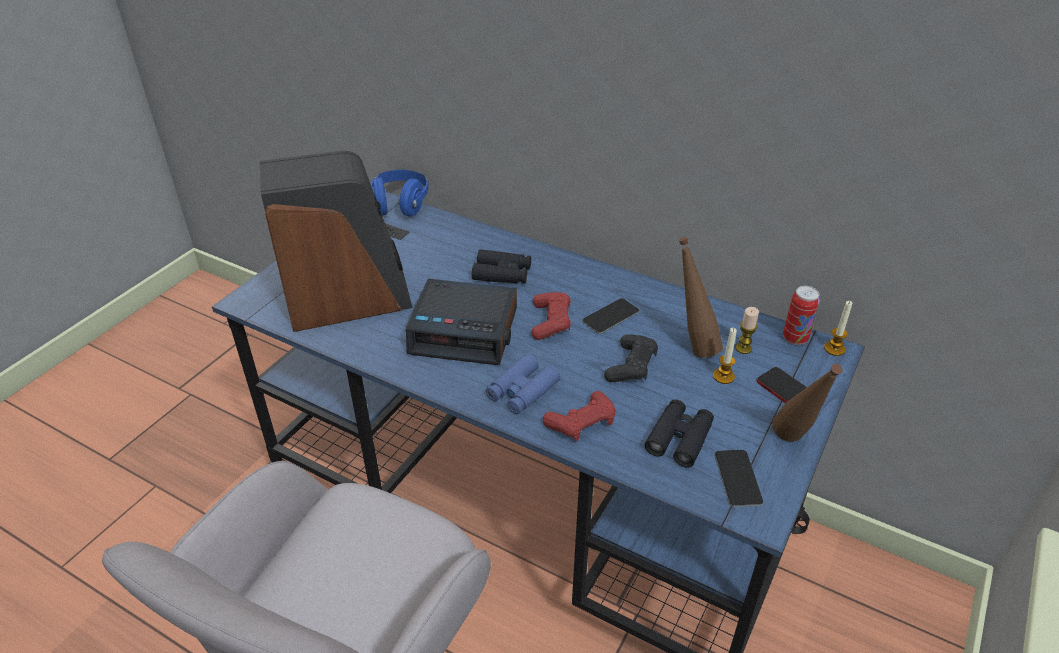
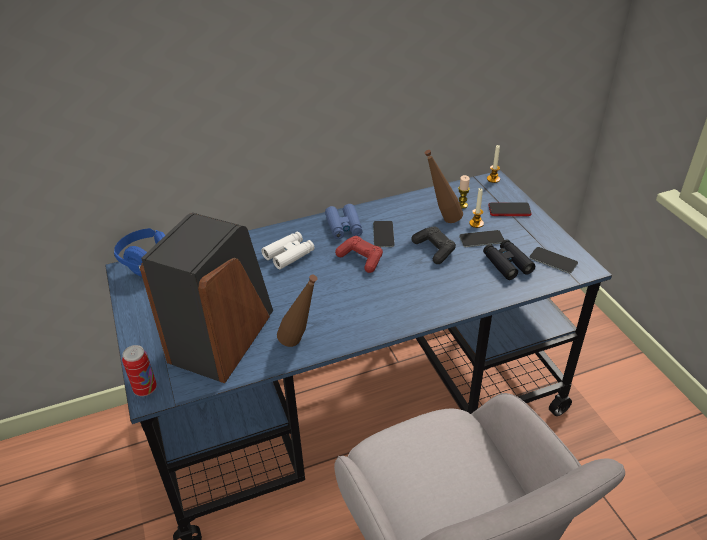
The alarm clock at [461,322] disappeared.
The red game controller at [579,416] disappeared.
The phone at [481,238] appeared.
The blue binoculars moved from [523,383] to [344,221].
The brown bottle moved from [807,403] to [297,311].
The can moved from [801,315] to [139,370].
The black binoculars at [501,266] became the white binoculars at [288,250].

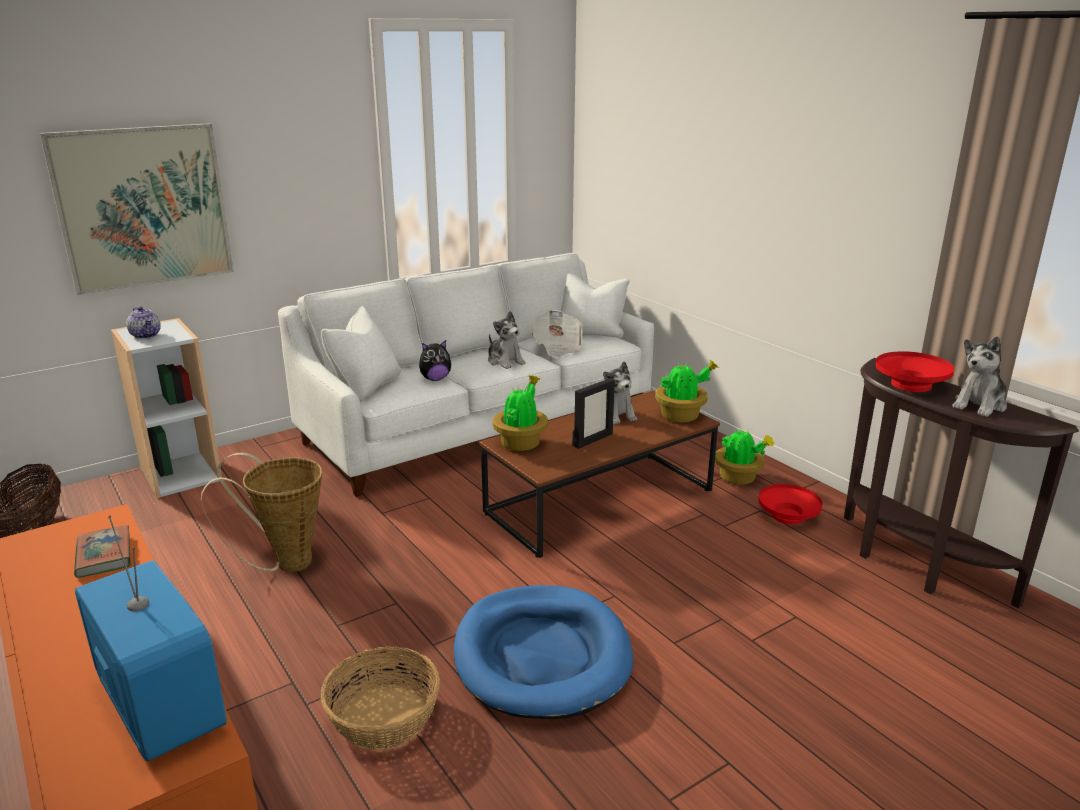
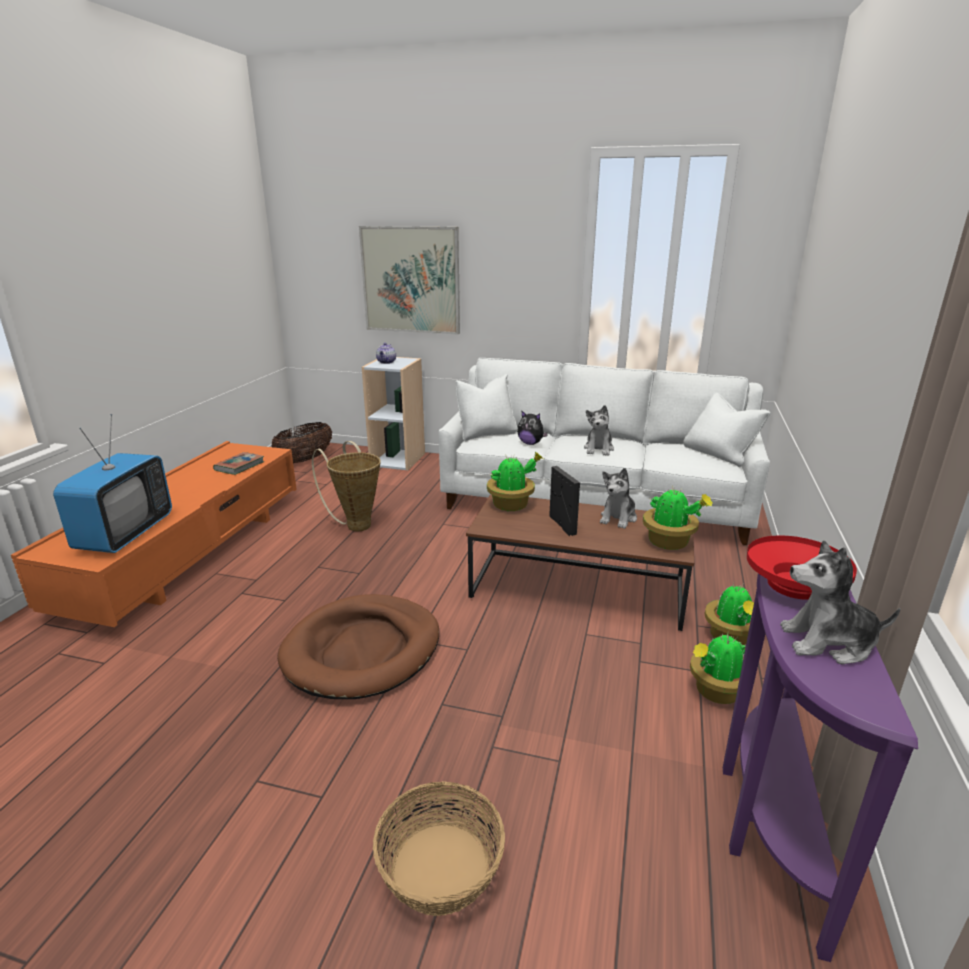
The newspaper at [557,333] disappeared.
The basket moved from [380,698] to [439,848].
The red bowl at [790,504] was replaced by the potted plant at [718,668].
The blue dog bed at [543,652] became the brown dog bed at [358,646].
The brown console table at [961,483] became the purple console table at [820,768].
The picture frame at [593,413] turned 120 degrees counterclockwise.

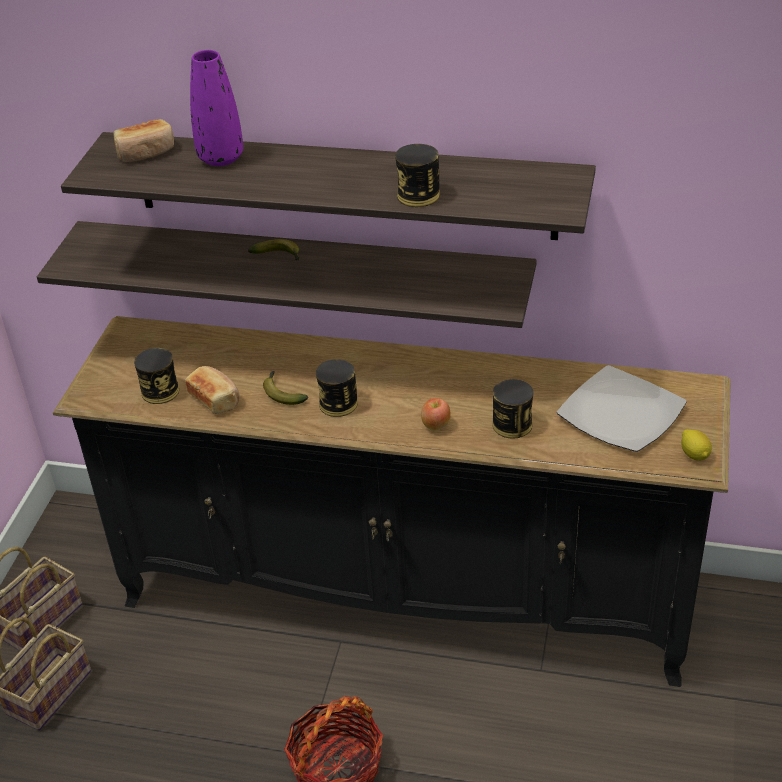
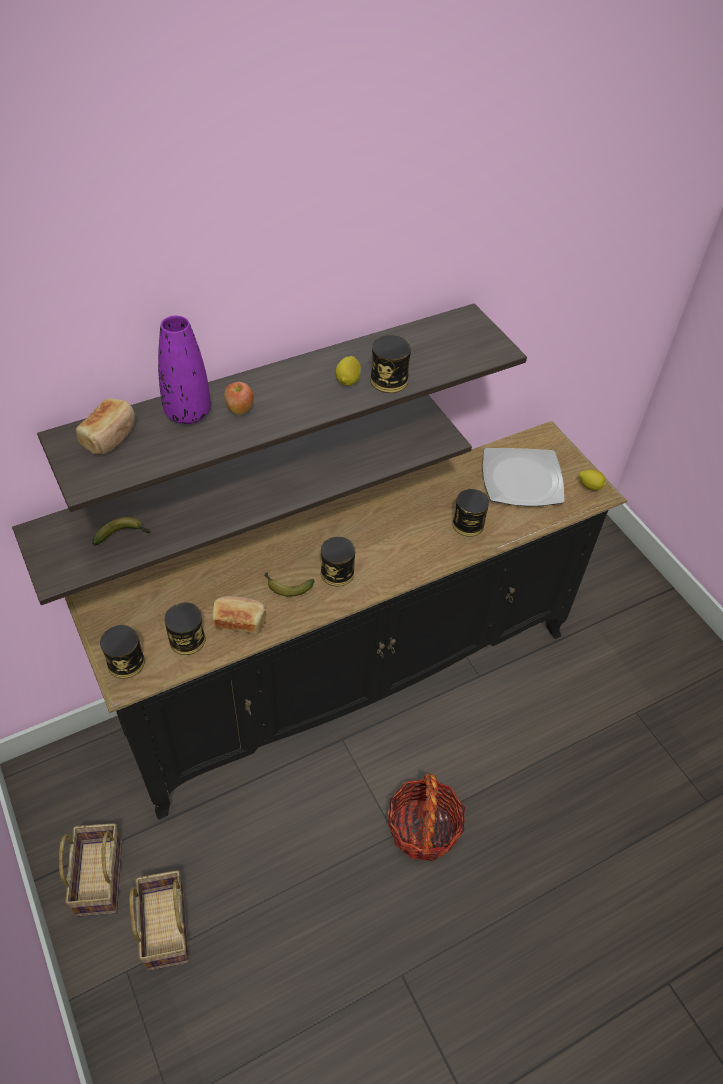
The can at [122,652] appeared.
The lemon at [348,371] appeared.
The banana moved from [273,249] to [121,531].
The apple moved from [436,414] to [239,398].

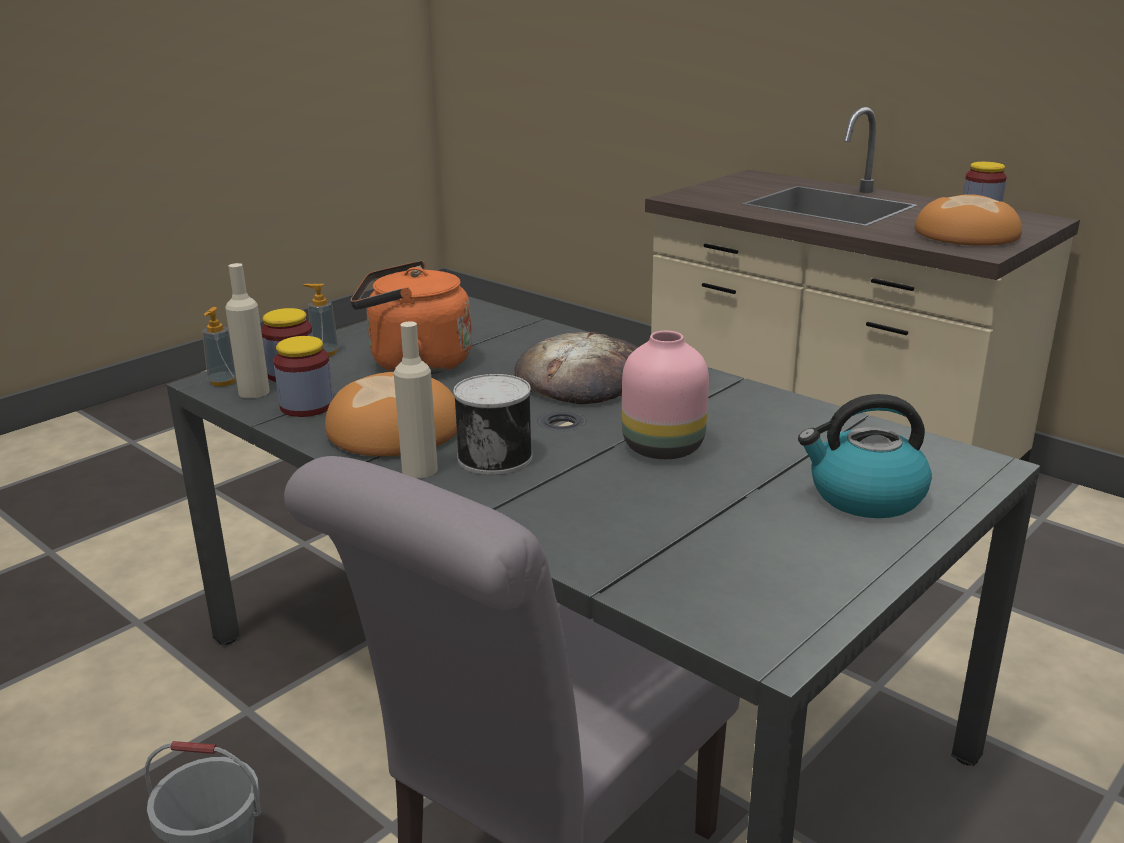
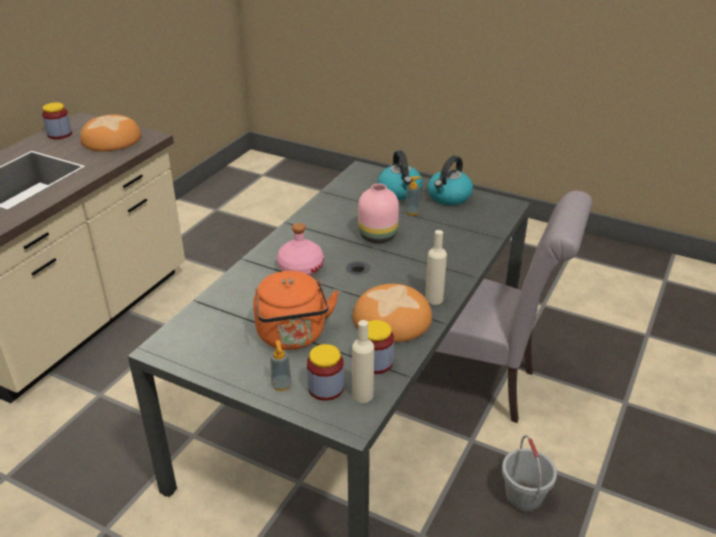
The can at [492,424] disappeared.
The kettle at [450,180] appeared.
The soap dispenser moved from [219,346] to [413,196].
The bread at [576,368] was replaced by the pink bottle at [300,249].

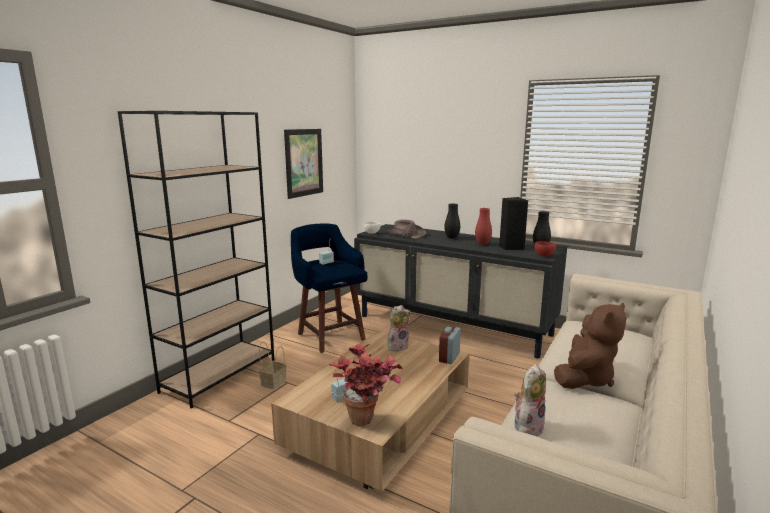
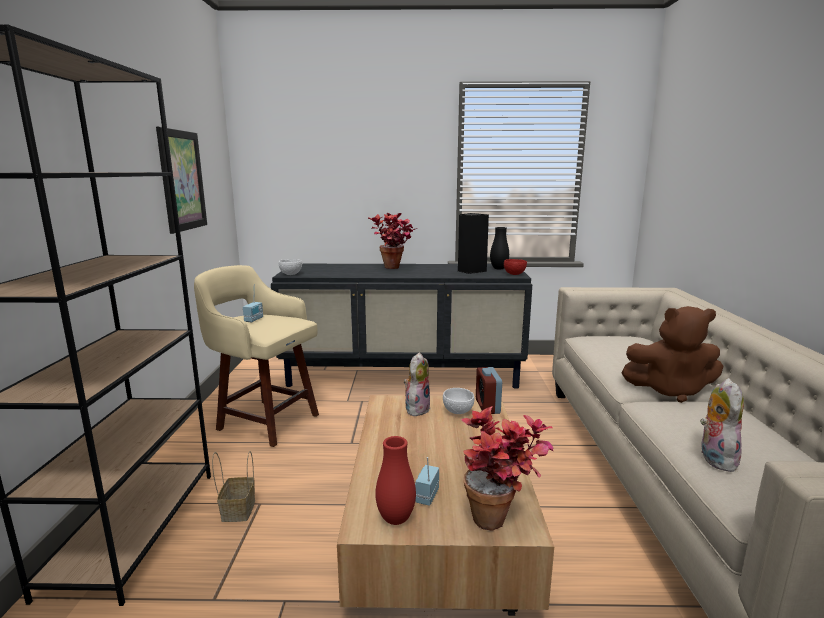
The brown hat at [405,229] disappeared.
The white bowl at [458,401] appeared.
The red vase moved from [483,226] to [395,480].
The black vase at [452,221] was replaced by the potted plant at [391,241].
The blue stool at [329,288] became the beige stool at [256,356].
The brown plush toy at [590,346] turned 90 degrees clockwise.

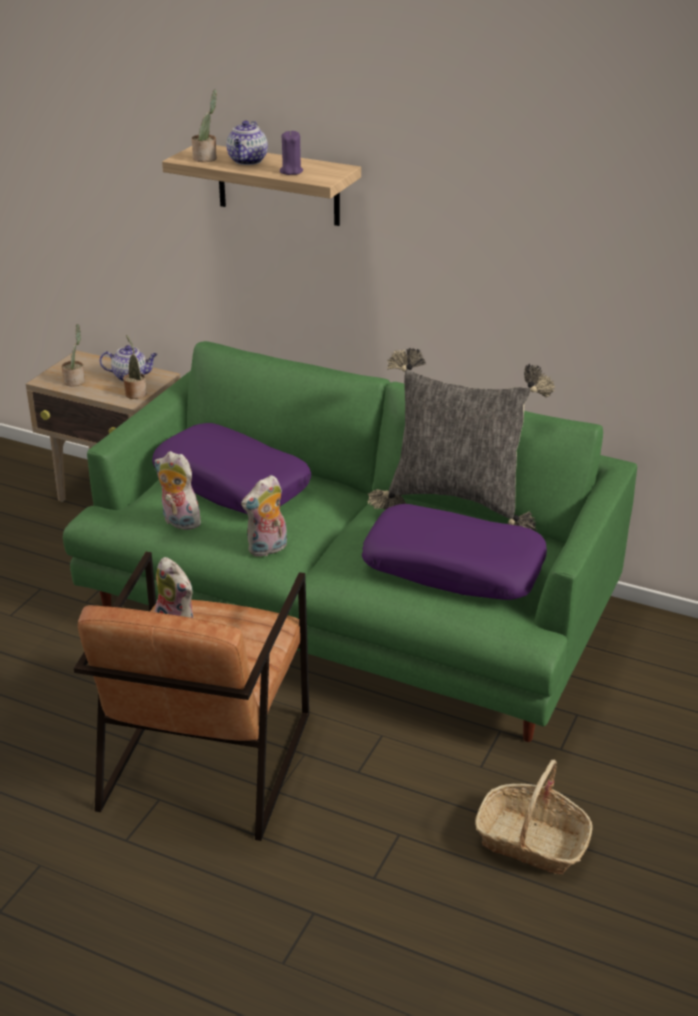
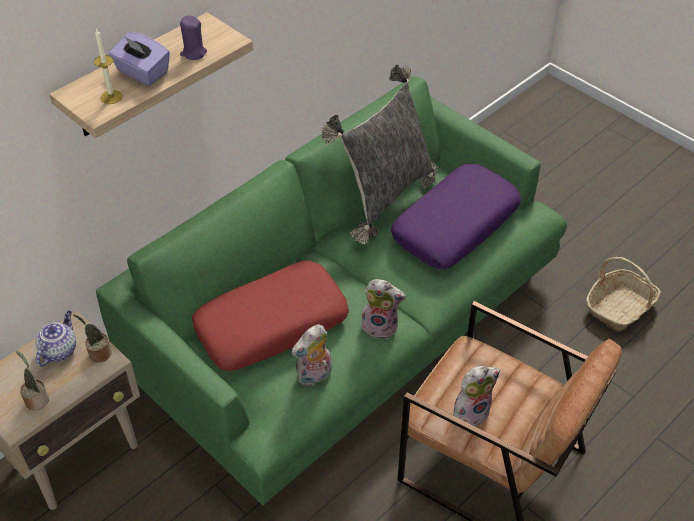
The potted plant at [204,125] was replaced by the candle at [108,66].
The teapot at [247,143] was replaced by the purple tissue box at [139,59].
The purple pillow at [231,468] became the red pillow at [270,315].
The plush toy at [264,516] turned 60 degrees counterclockwise.

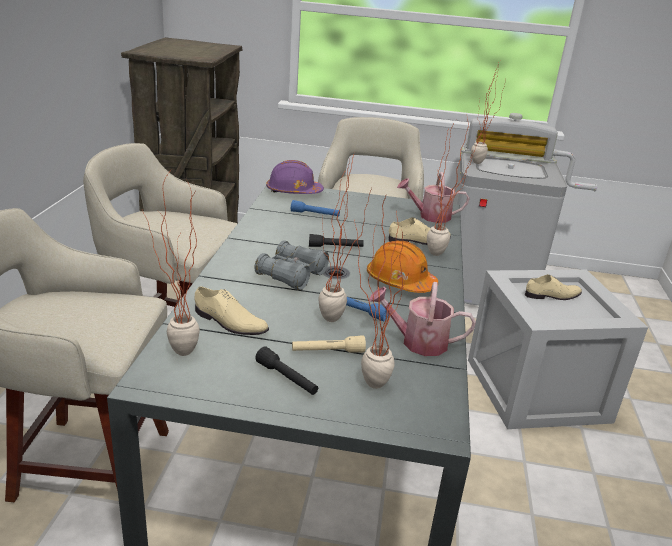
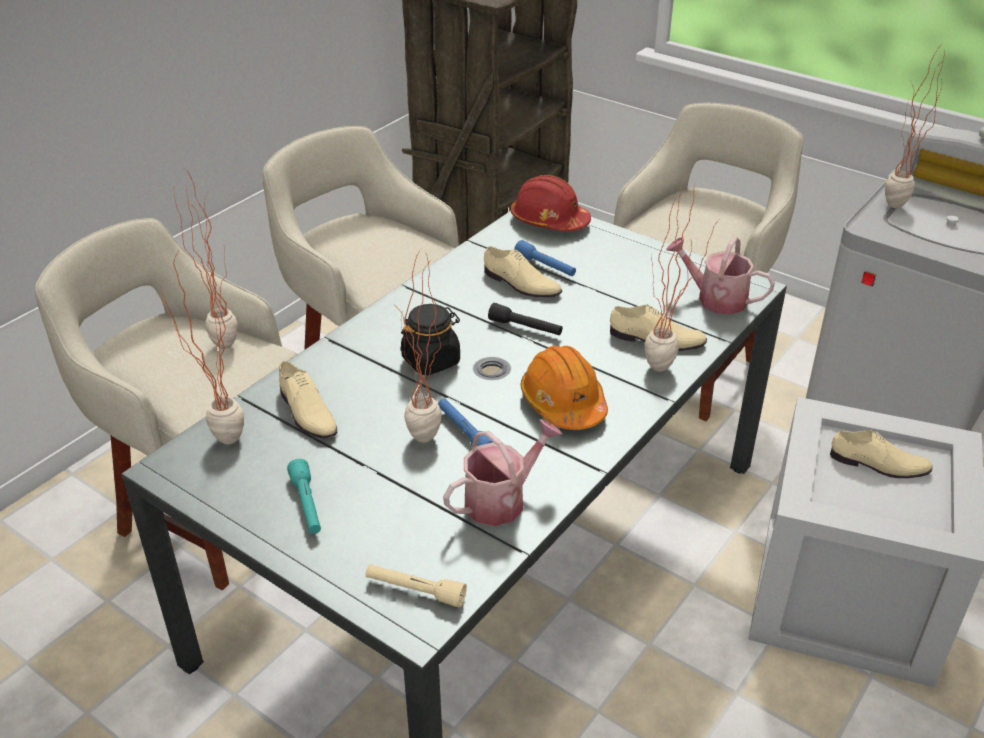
The beige shoe at [523,271] appeared.
The beige flashlight moved from [329,344] to [416,586].
The potted plant moved from [382,292] to [206,259].
The grey binoculars at [291,265] was replaced by the black jar at [430,340].
The black flashlight at [286,371] became the turquoise flashlight at [304,496].
The purple hard hat at [295,177] became the red hard hat at [551,203].
The watering can at [422,319] turned 105 degrees clockwise.

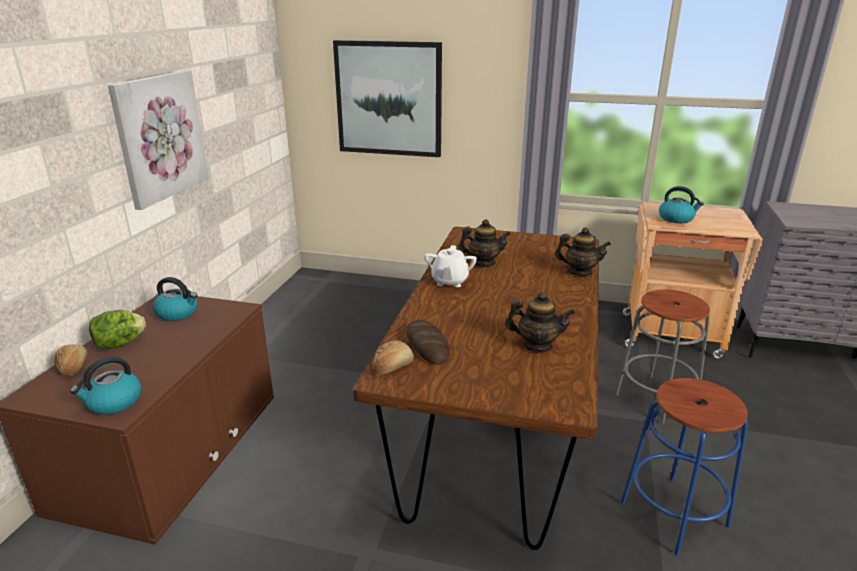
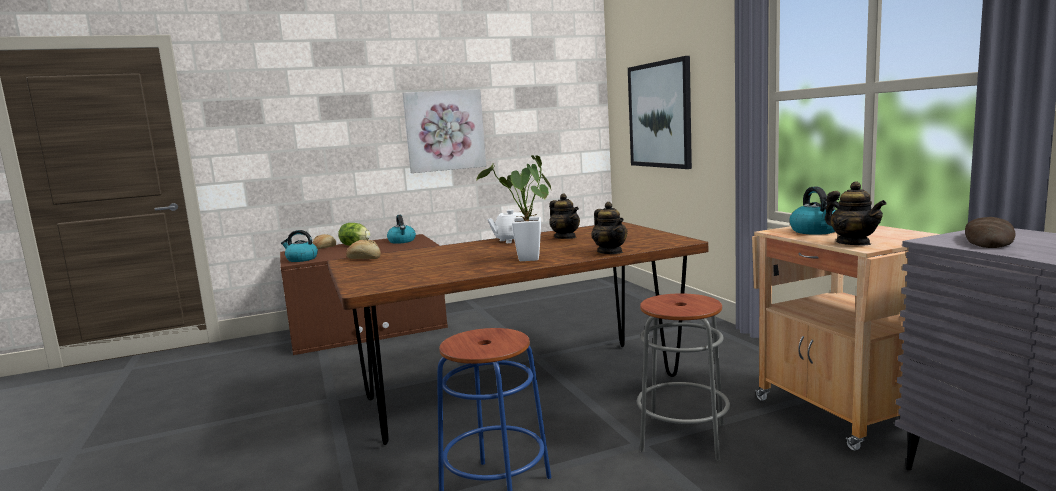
The potted plant at [513,208] appeared.
The bread moved from [428,342] to [990,232].
The teapot moved from [540,321] to [855,213].

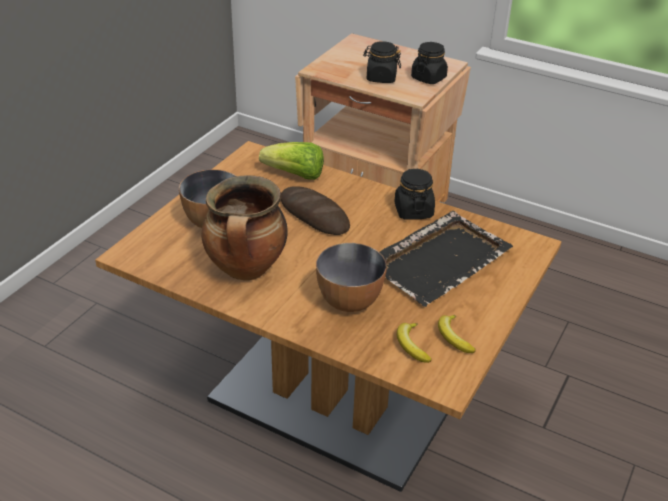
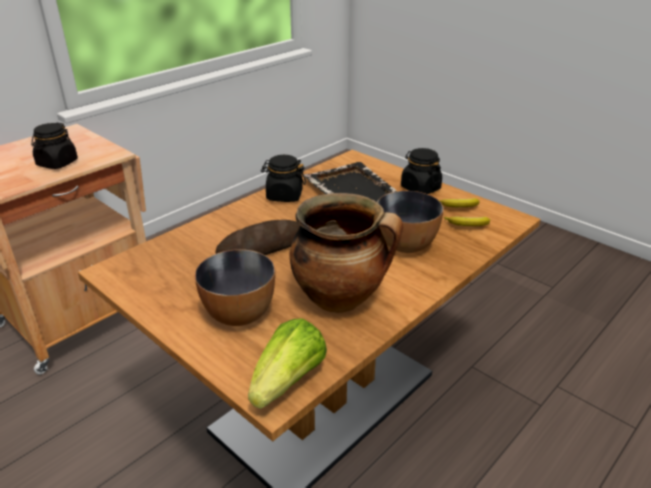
The lettuce moved from [291,161] to [287,363].
The black jar moved from [429,63] to [421,171].

